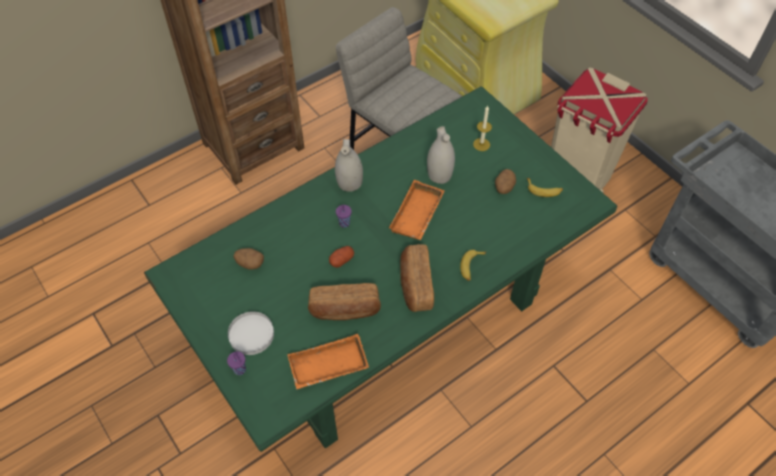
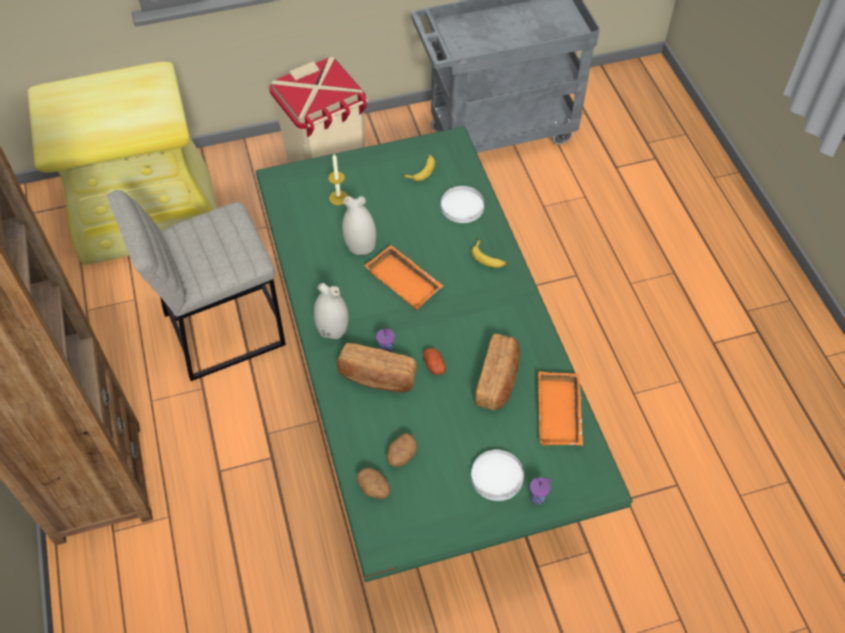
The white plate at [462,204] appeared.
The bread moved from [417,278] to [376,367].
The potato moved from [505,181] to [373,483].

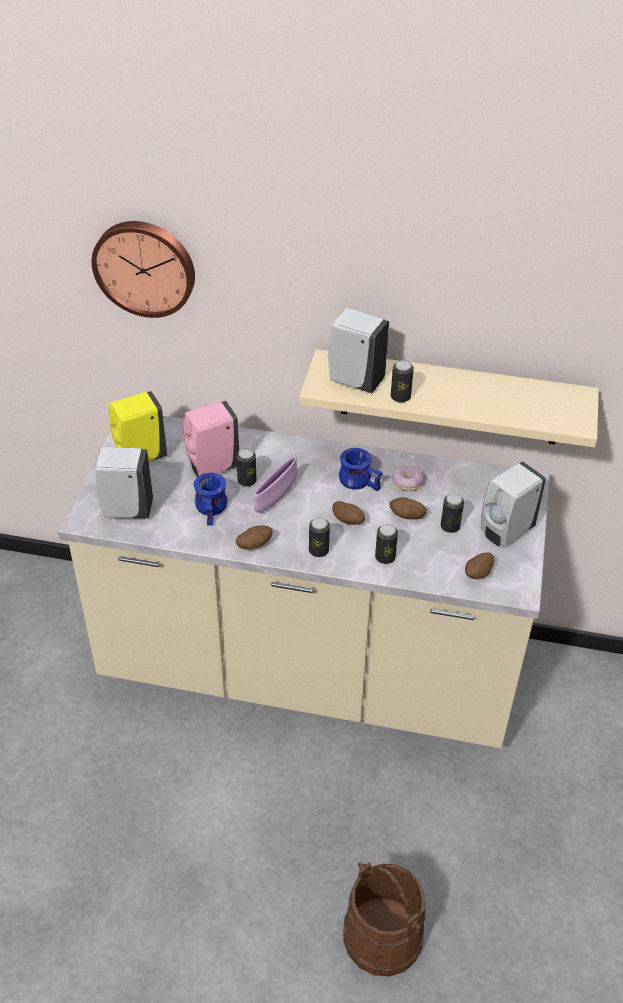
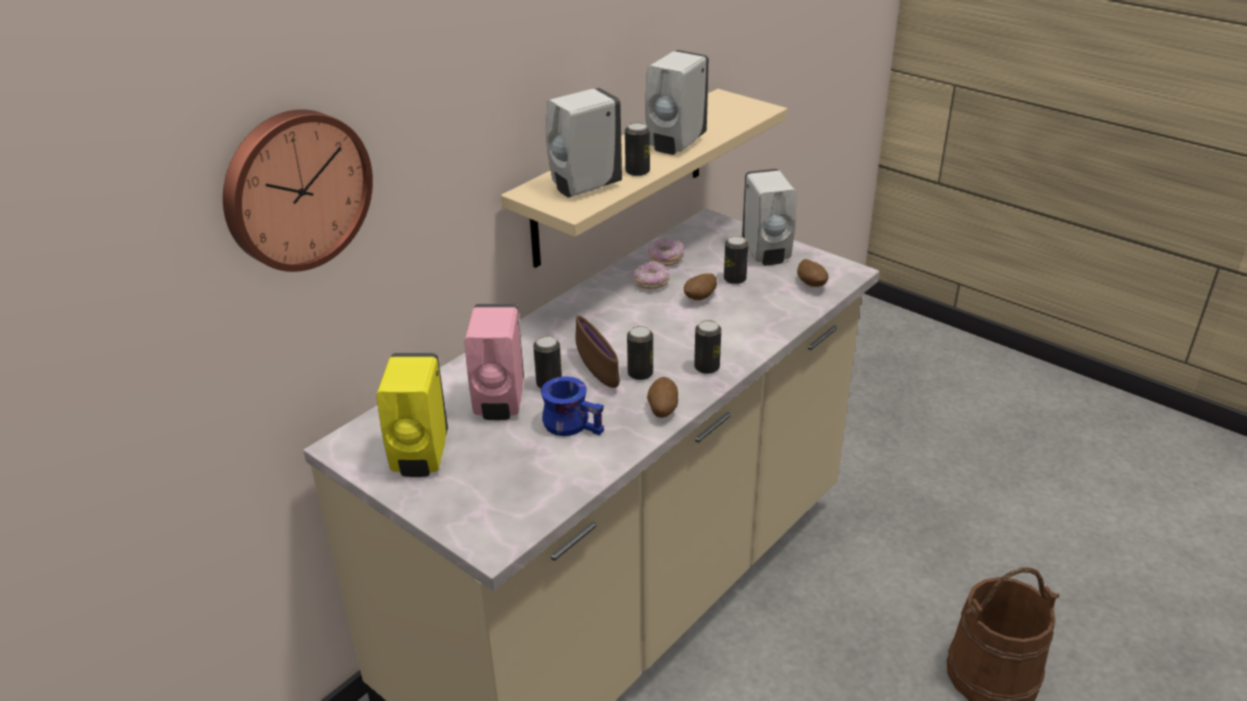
The potato at [348,513] disappeared.
The blue mug at [361,469] disappeared.
The donut at [666,252] appeared.
The white soap dispenser moved from [124,483] to [677,102].
The can moved from [386,544] to [640,353].
The purple bowl at [275,484] became the brown bowl at [598,352].

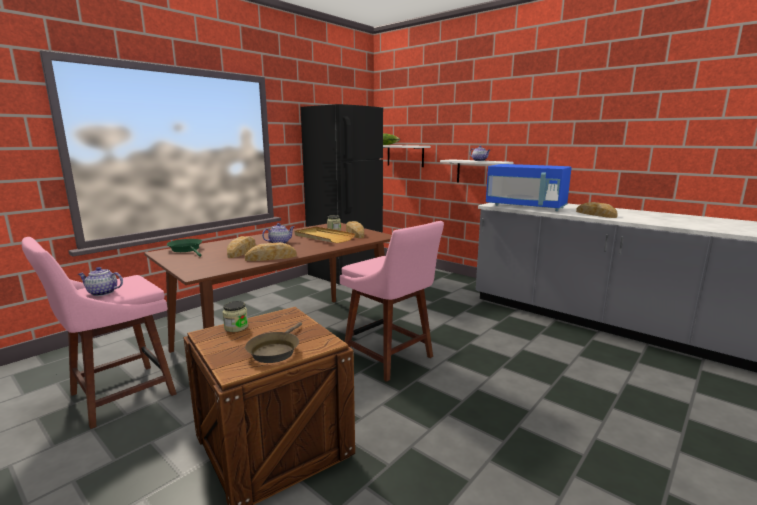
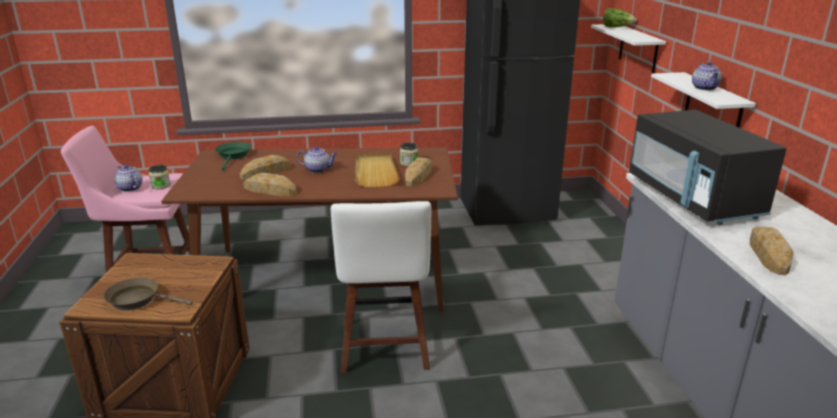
The jar moved from [235,316] to [160,177].
The pink stool at [392,301] became the white stool at [381,287].
The blue microwave at [529,187] became the black microwave at [707,167].
The brown frying pan at [273,342] turned 45 degrees clockwise.

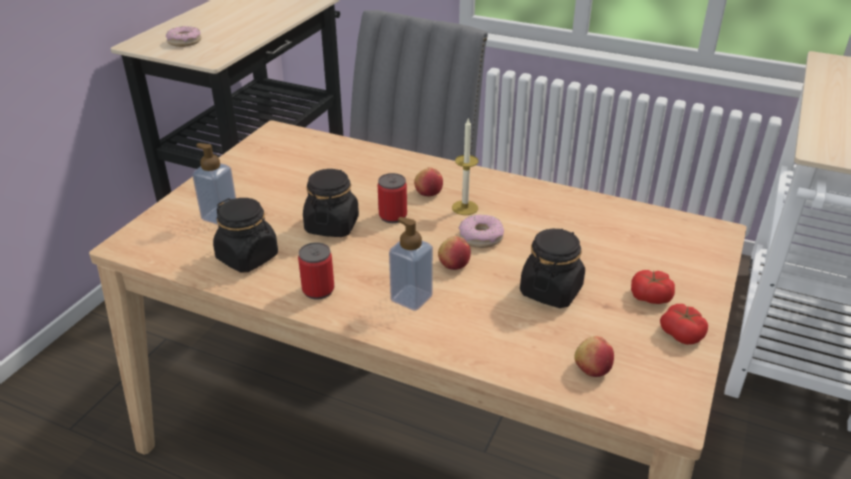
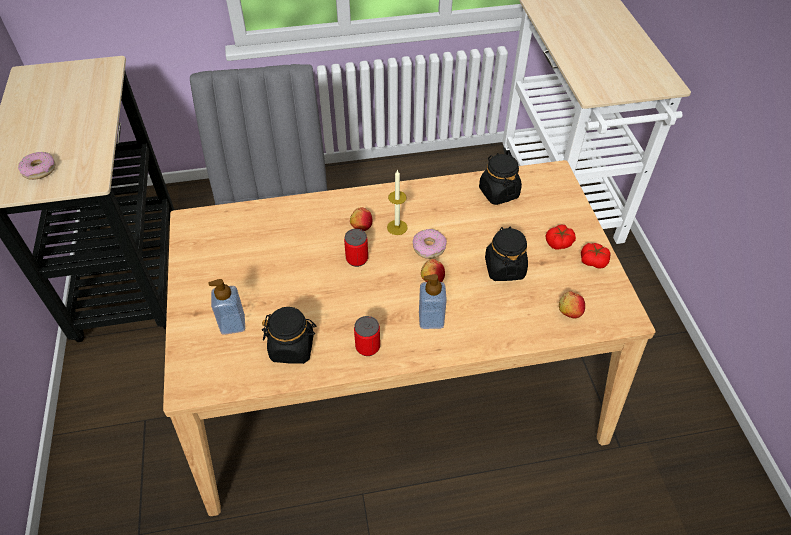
The black jar moved from [331,203] to [500,179].

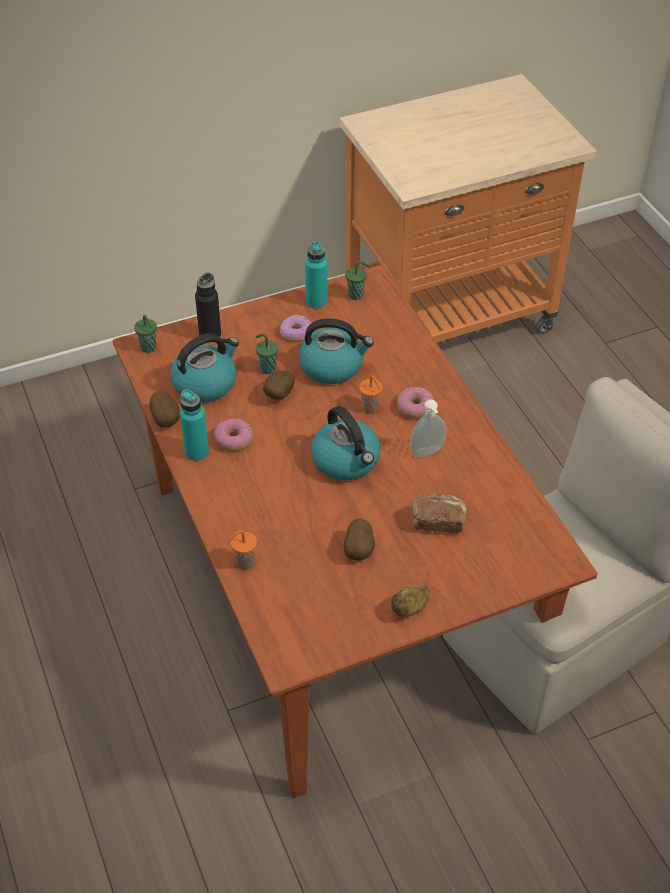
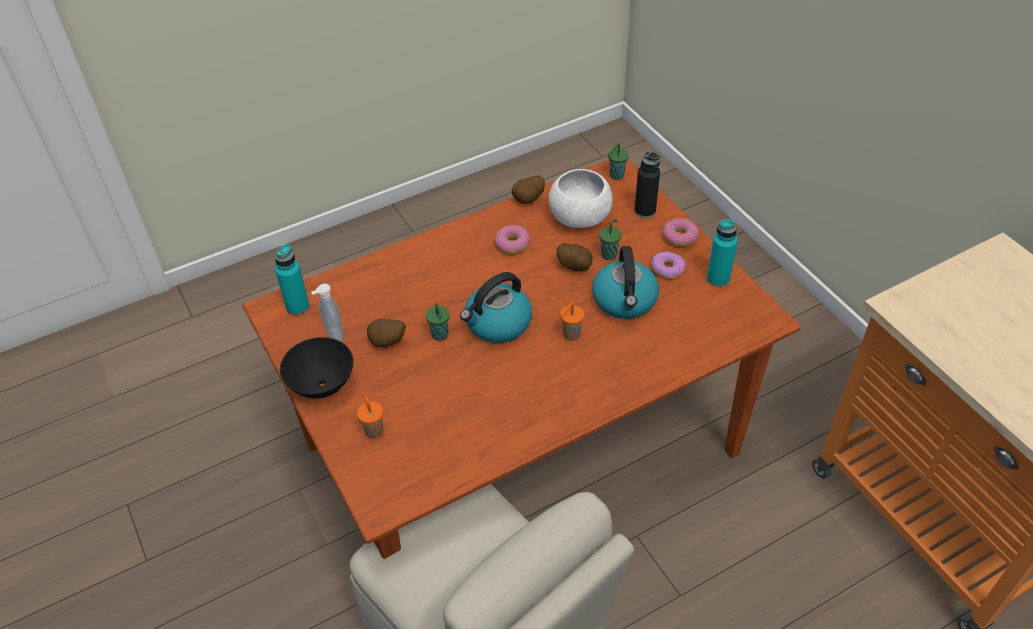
The bread at [439,513] disappeared.
The turquoise bottle moved from [194,425] to [292,279].
The orange cup moved from [242,549] to [370,417].
The green cup moved from [357,280] to [438,322].
The donut moved from [415,402] to [681,232].
The soap dispenser moved from [428,428] to [327,312].
The kettle at [204,368] was replaced by the white bowl at [581,198].
The potato at [410,600] was replaced by the black bowl at [316,368].

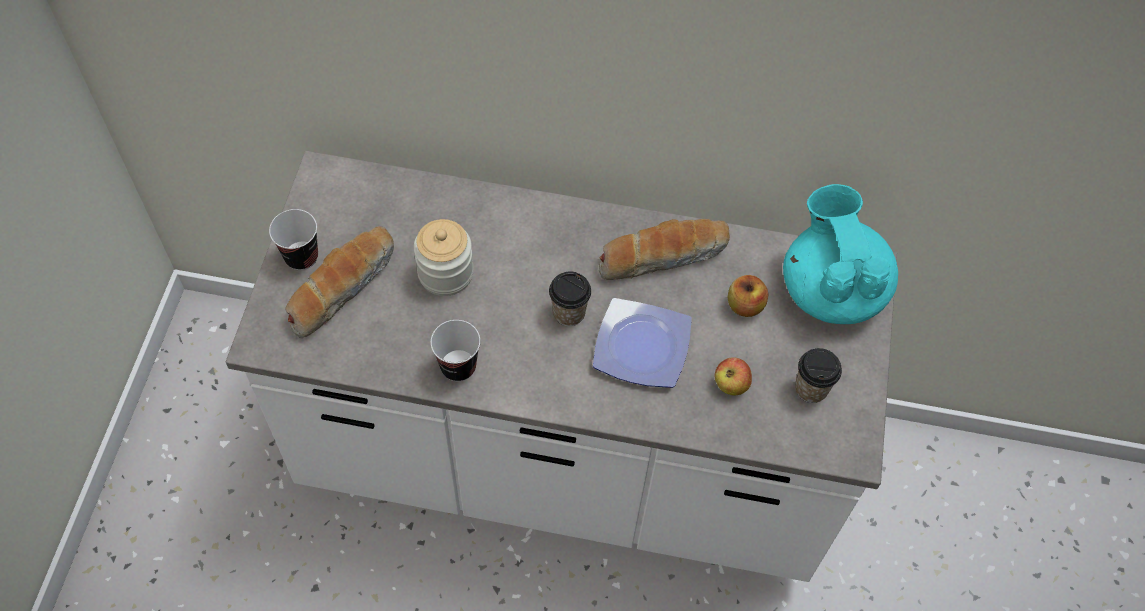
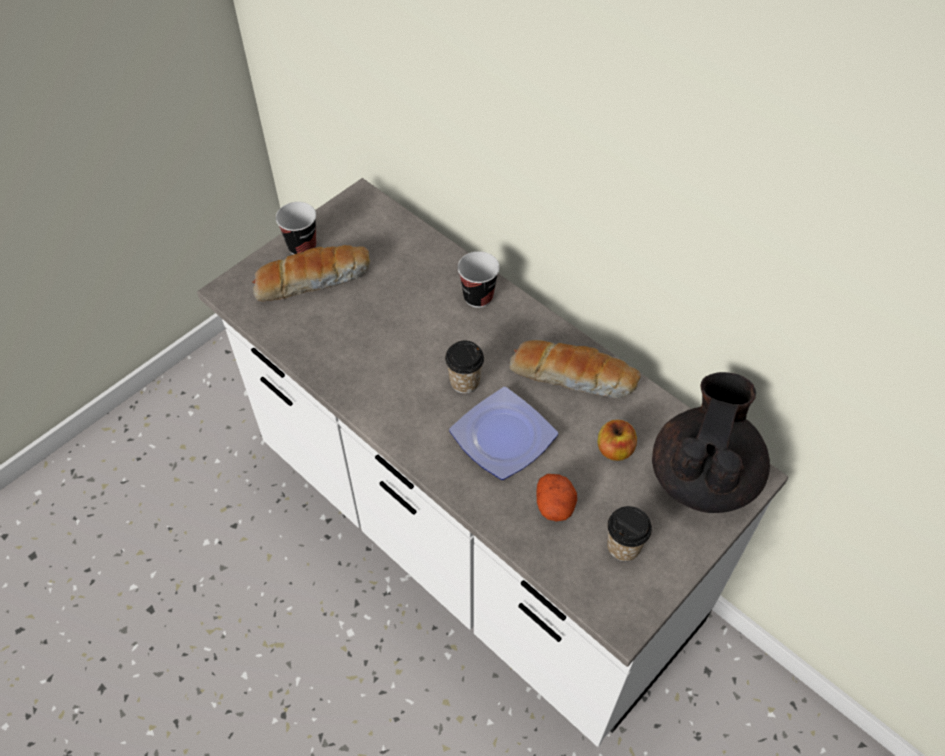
The jar at [444,257] disappeared.
The cup moved from [455,350] to [479,279].
The apple at [733,376] was replaced by the potato at [557,497].
The turquoise teapot at [840,254] became the black teapot at [711,442].

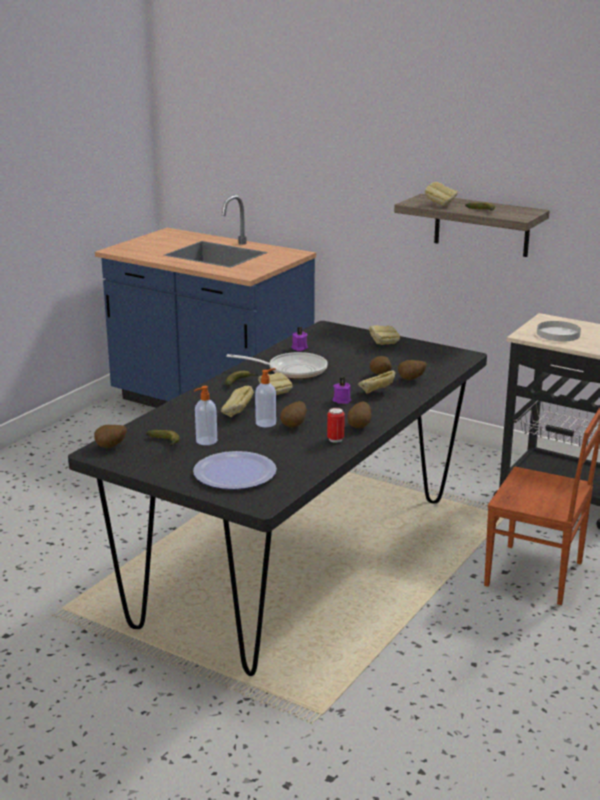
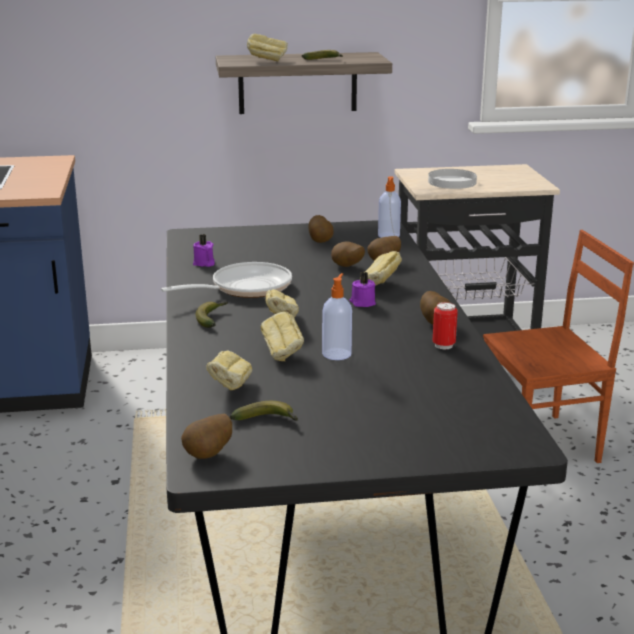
The plate at [235,470] disappeared.
The soap dispenser moved from [205,415] to [389,207].
The potato moved from [293,414] to [321,229].
The bread moved from [384,335] to [229,370].

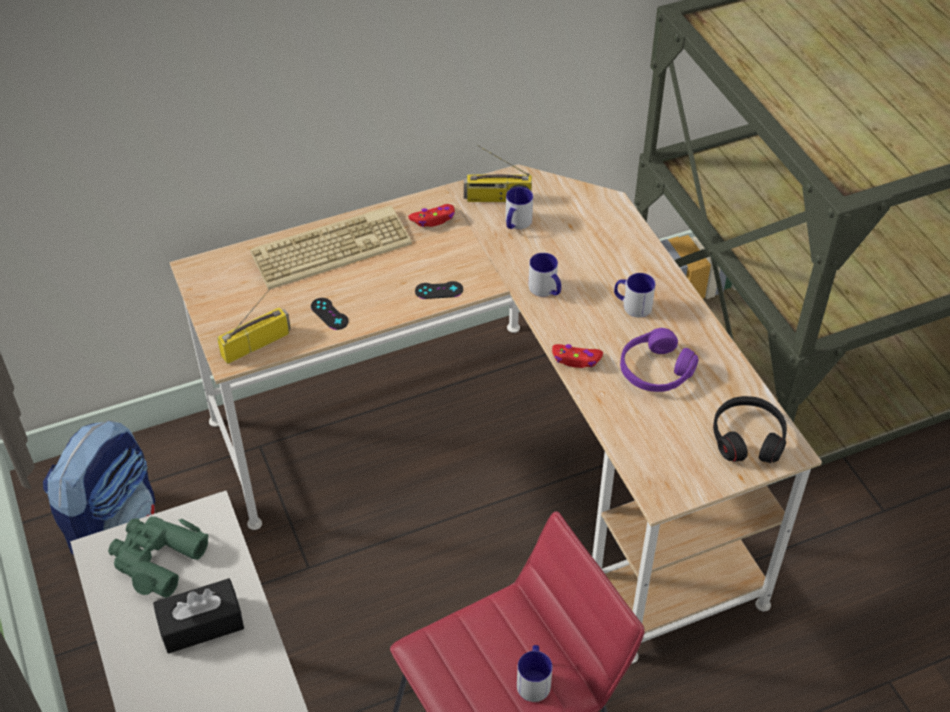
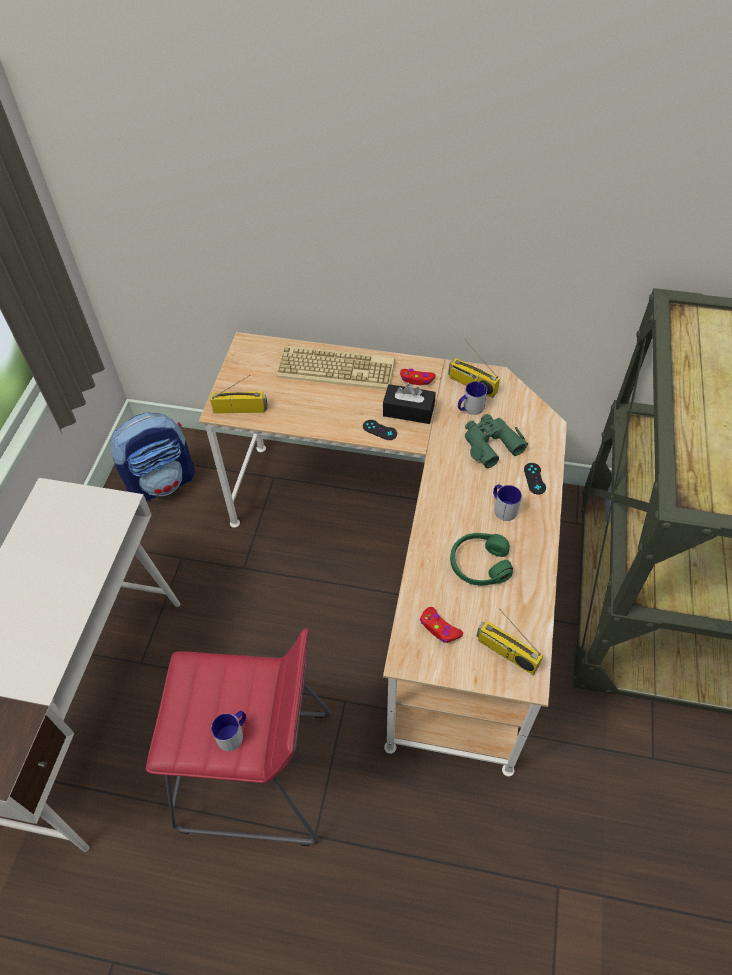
The mug at [544,275] disappeared.
The green binoculars moved from [158,557] to [496,441].
The black tissue box moved from [198,616] to [409,404].
The black game controller moved from [330,314] to [535,479].
The red game controller moved from [577,356] to [441,625].
The black headphones at [750,429] was replaced by the radio at [510,642].
The purple headphones at [659,360] became the green headphones at [481,559].

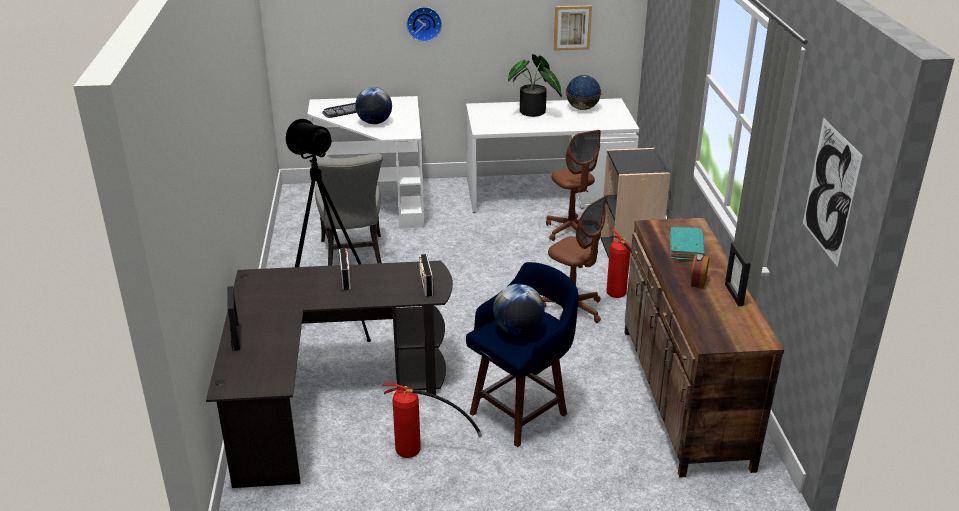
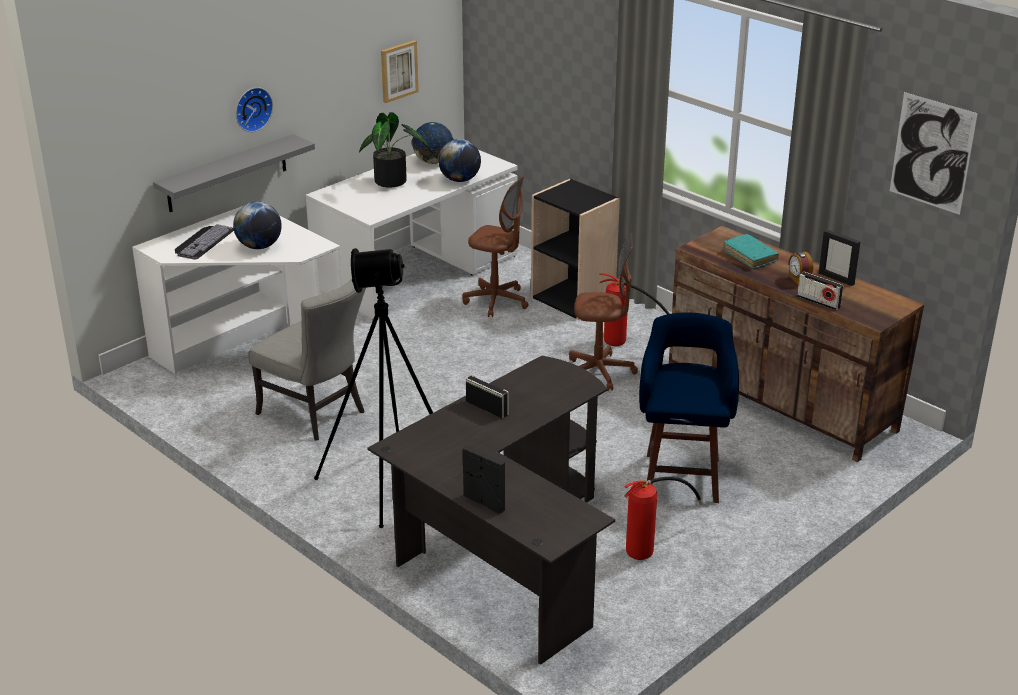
The grey shelf at [234,173] appeared.
The radio moved from [426,275] to [820,291].
The globe moved from [519,309] to [459,160].

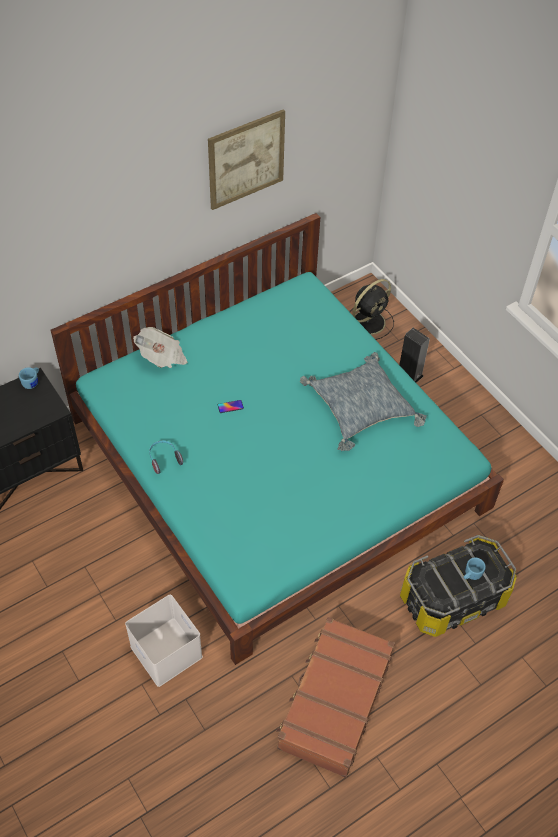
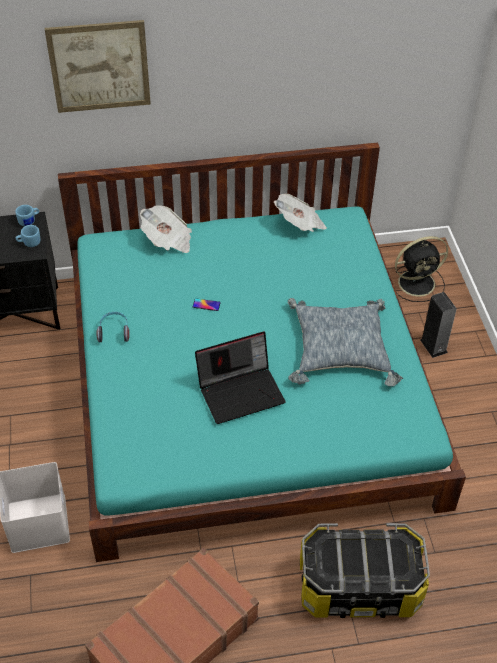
The laptop at [240,377] appeared.
The newspaper at [300,213] appeared.
The picture moved from [246,159] to [98,66].
The blue mug moved from [474,568] to [28,236].

